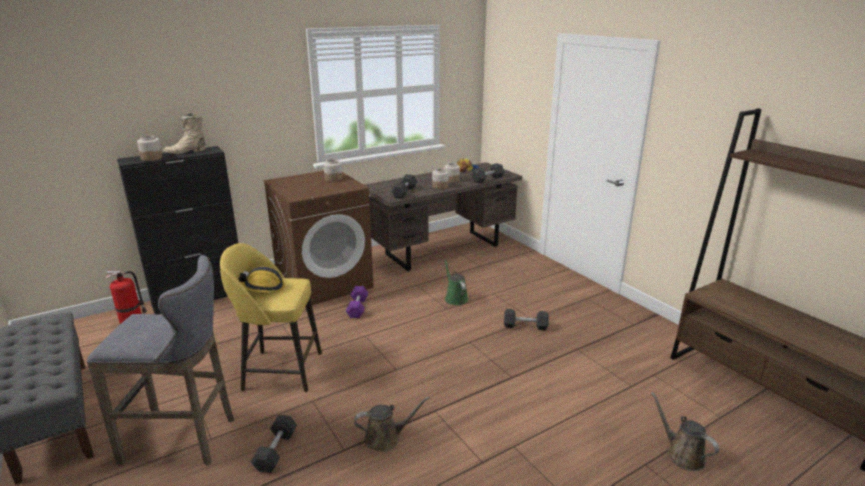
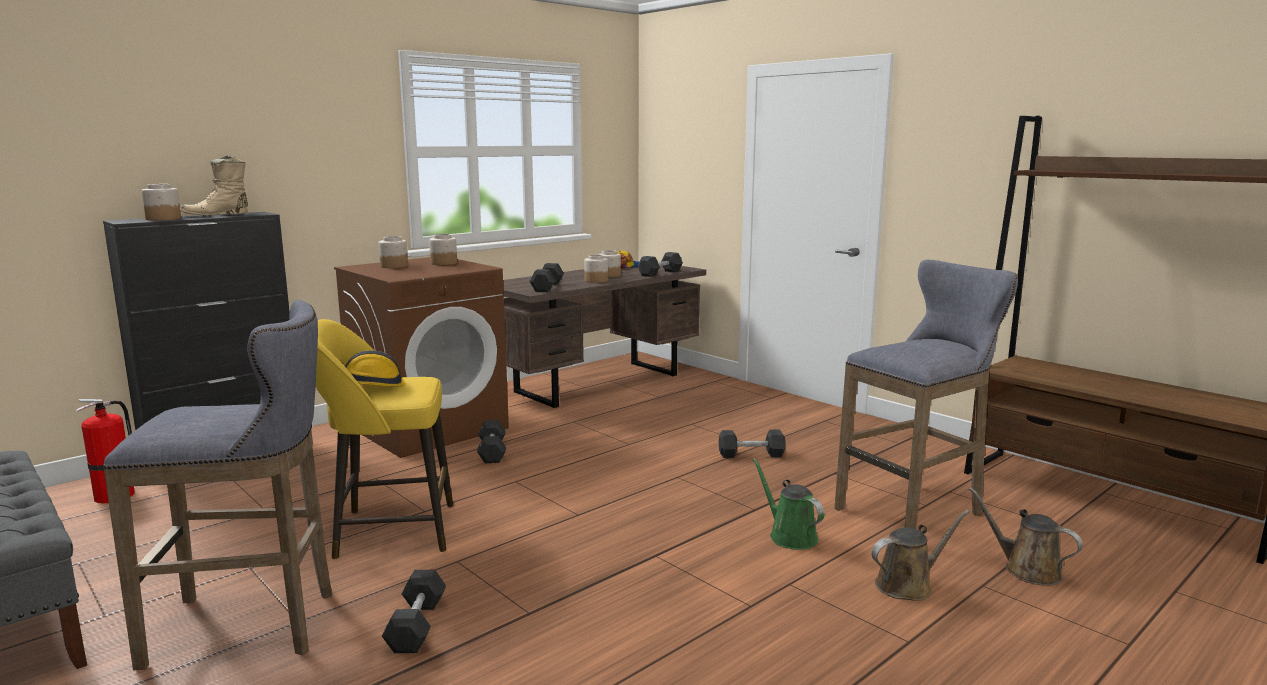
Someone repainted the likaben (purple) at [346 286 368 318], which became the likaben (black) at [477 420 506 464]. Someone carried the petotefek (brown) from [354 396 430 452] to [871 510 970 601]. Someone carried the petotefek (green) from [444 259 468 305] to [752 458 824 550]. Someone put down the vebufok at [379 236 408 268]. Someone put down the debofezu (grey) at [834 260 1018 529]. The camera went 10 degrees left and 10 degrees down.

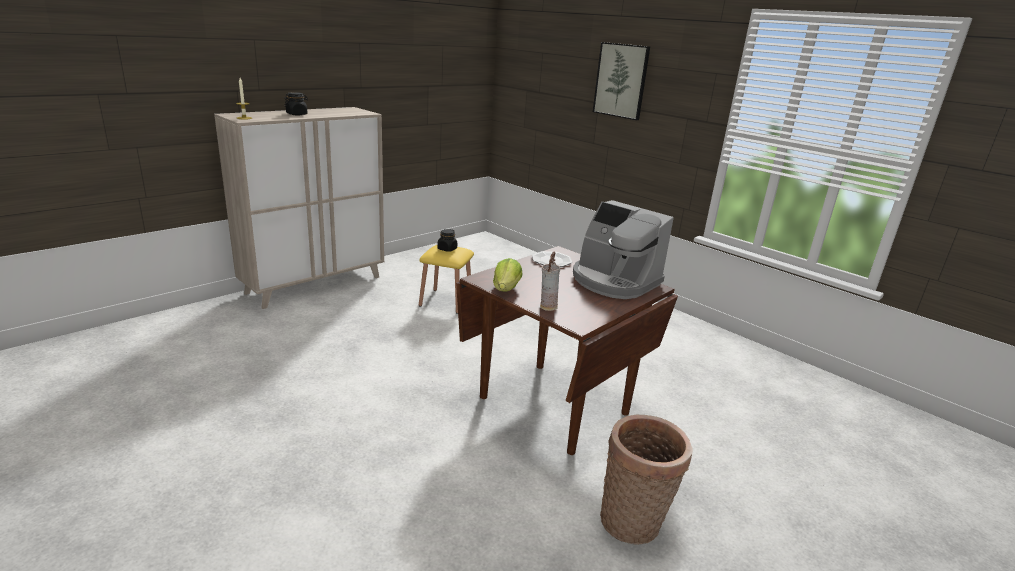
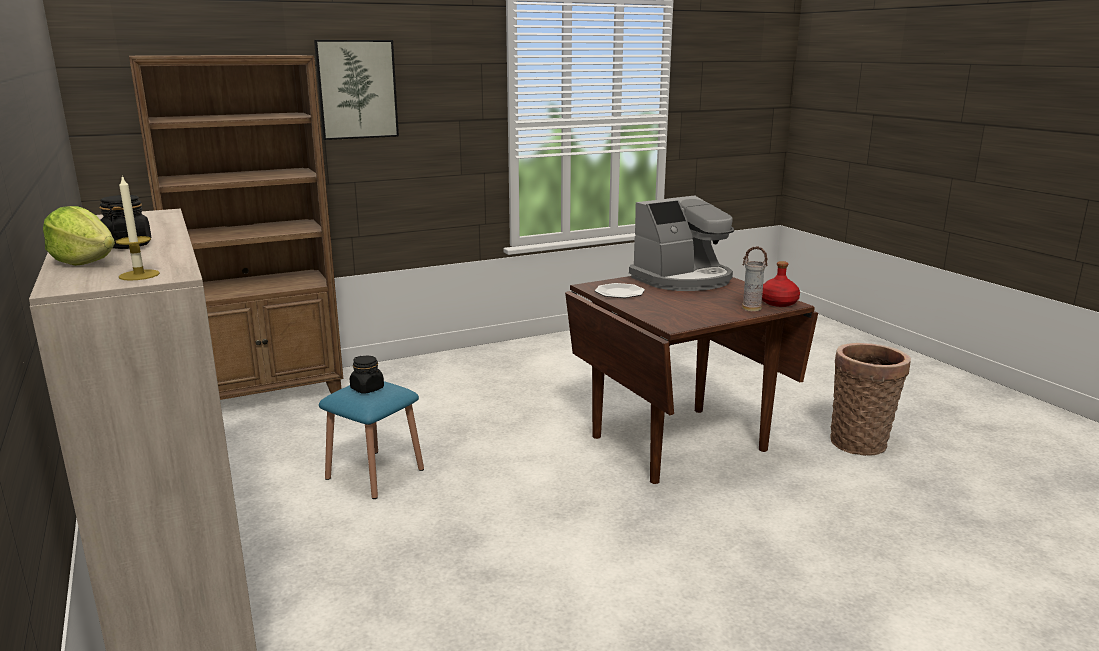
Someone repainted the debofezu (yellow) at [419 245 474 314], which became the debofezu (blue) at [319 381 424 499]. Someone carried the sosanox from [493 258 522 291] to [43 206 115 266]. Someone put down the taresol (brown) at [129 55 343 400]. Someone put down the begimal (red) at [762 261 800 307]. The camera went 70 degrees left and 5 degrees down.

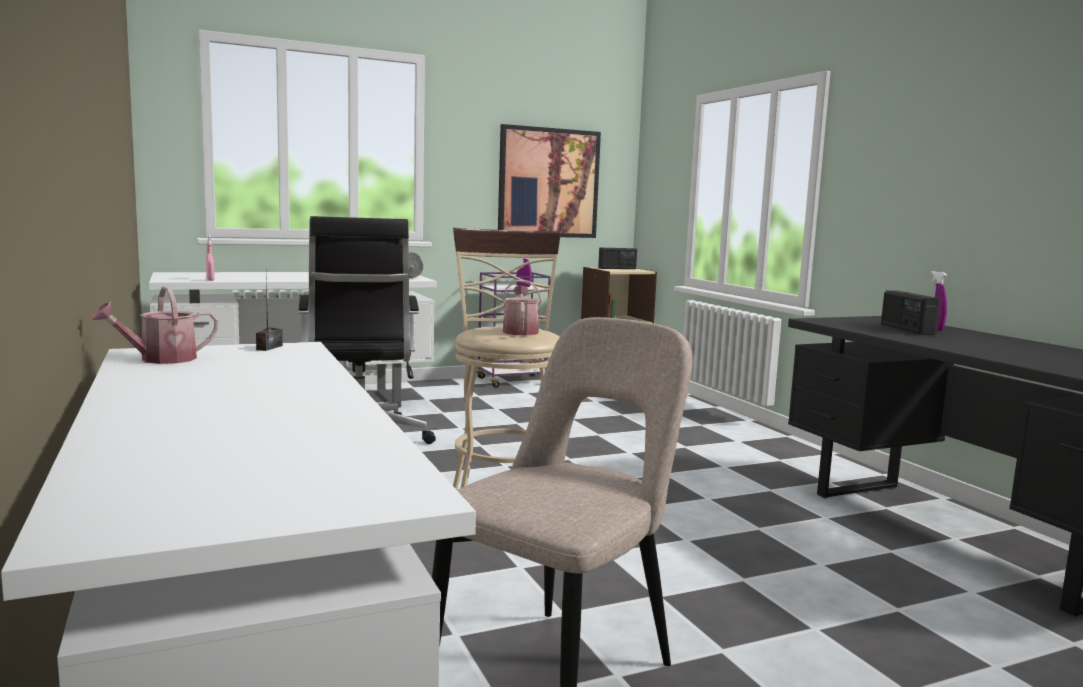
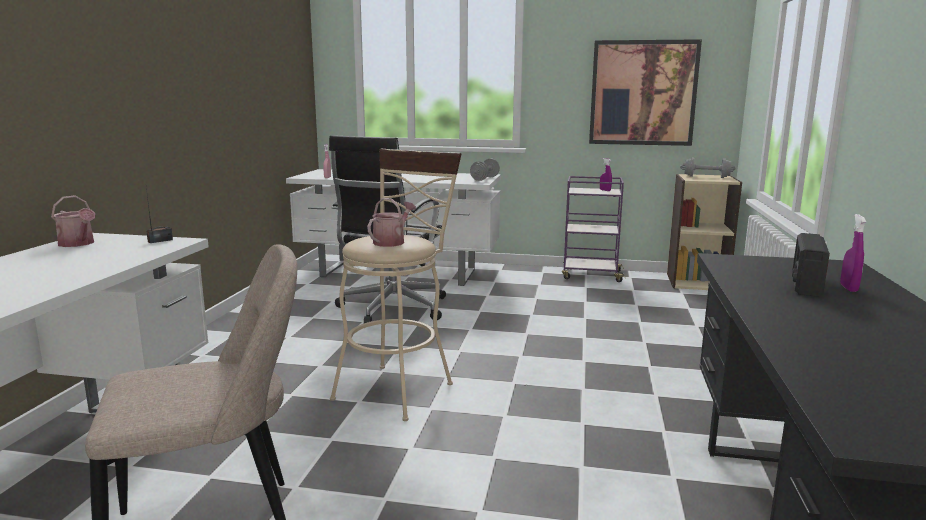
Someone rotated the petotefek at [91 286 218 364] by 135 degrees counterclockwise. Someone swapped the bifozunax at [598 248 637 269] for the likaben (grey) at [680 157 735 178]. The camera went 35 degrees right and 5 degrees up.

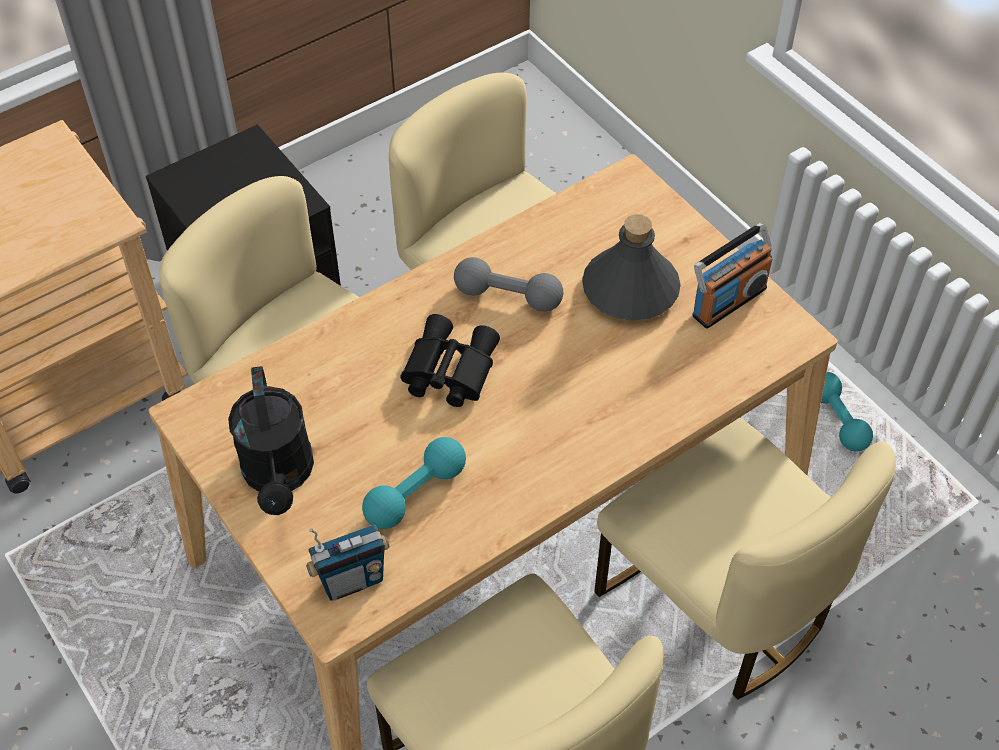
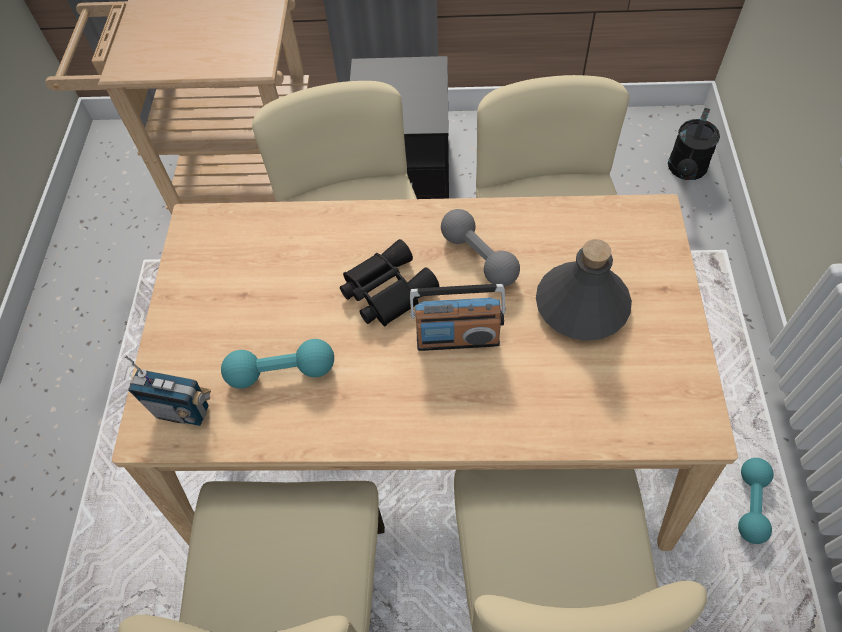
Someone carried the petotefek (black) from [228 366 314 515] to [668 108 720 180]. Someone carried the bifozunax from [692 223 772 329] to [410 284 506 351]. The camera went 40 degrees right and 5 degrees up.

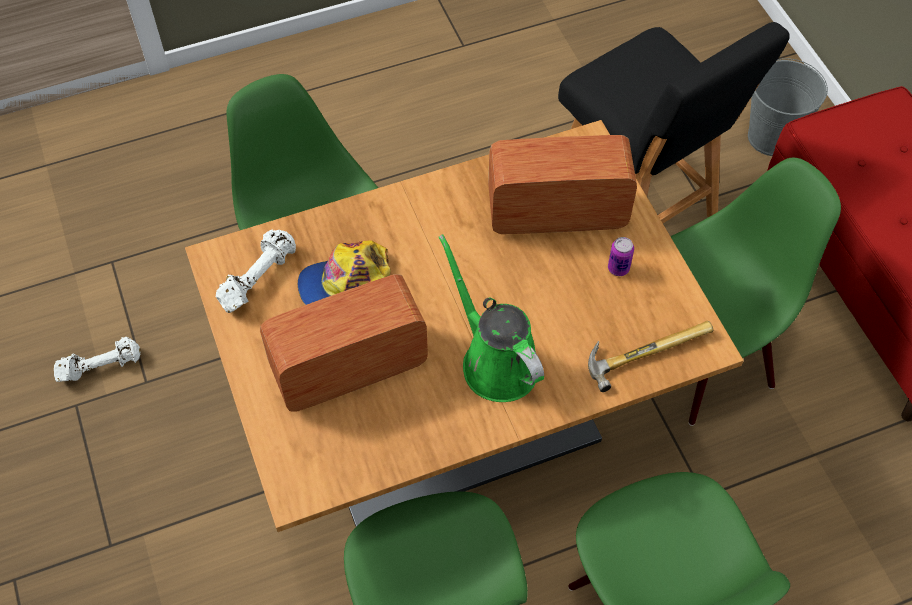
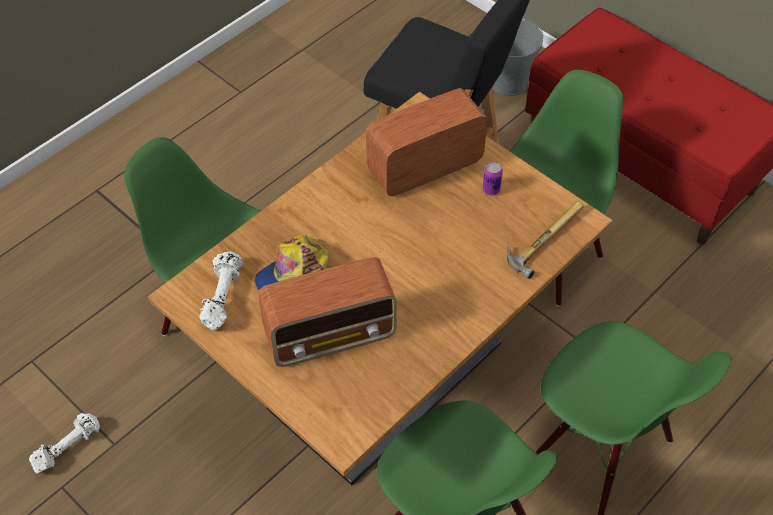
Someone rotated the bifozunax at [260 274 428 412] by 150 degrees counterclockwise. Someone took away the petotefek (green) at [439 234 544 402]. The camera went 25 degrees left and 5 degrees down.

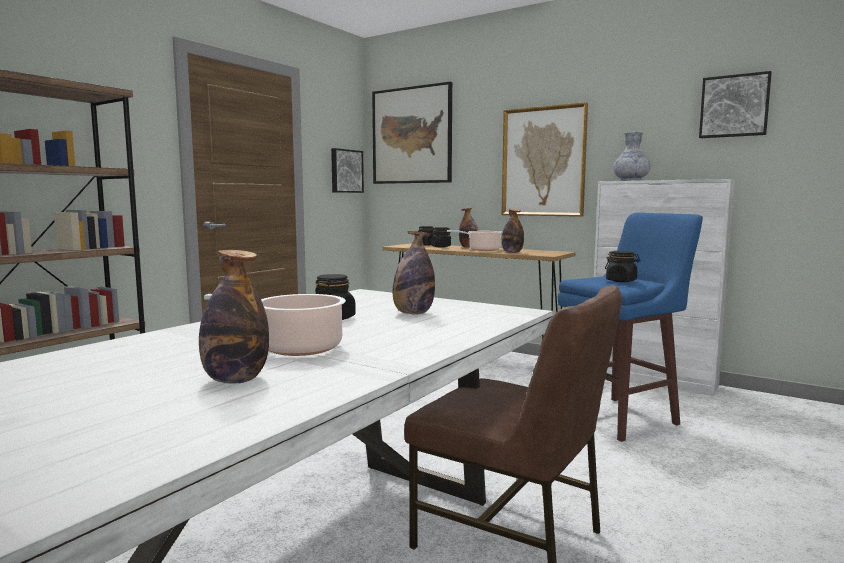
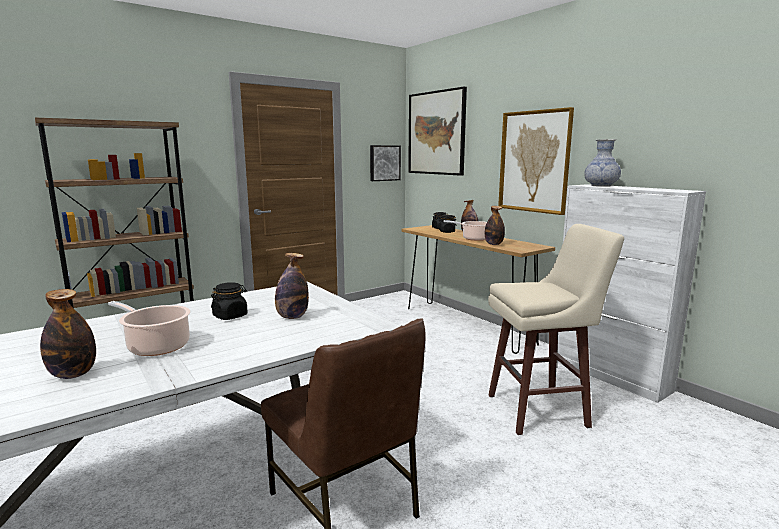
Someone repainted the debofezu (blue) at [558 213 703 442], which became the debofezu (beige) at [488 224 624 435]. Someone took away the vebufok (black) at [605 251 641 282]. Someone took away the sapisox at [699 71 772 138]. The camera went 20 degrees right and 5 degrees up.

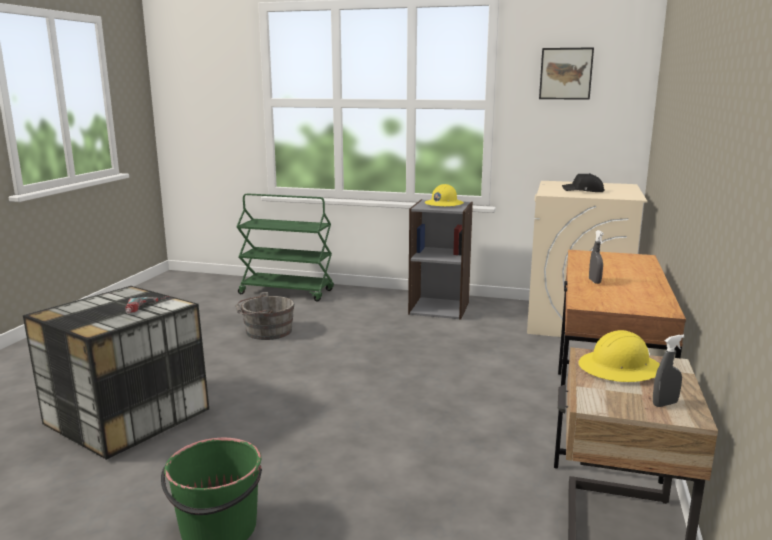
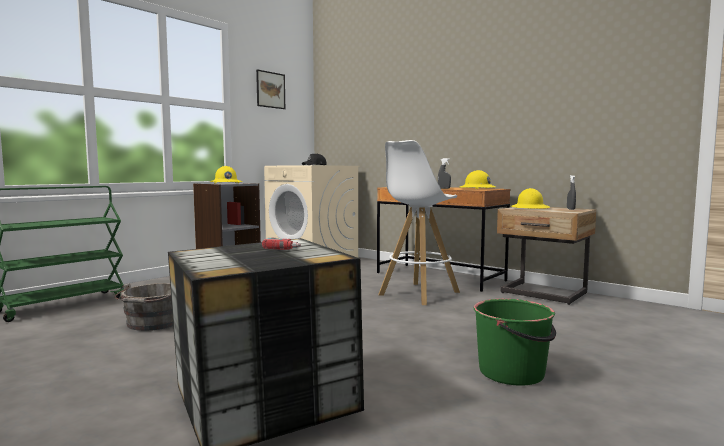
Someone put down the debofezu (white) at [378 140 460 305]. Someone put down the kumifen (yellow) at [460 170 496 189]. The camera went 65 degrees left and 10 degrees down.

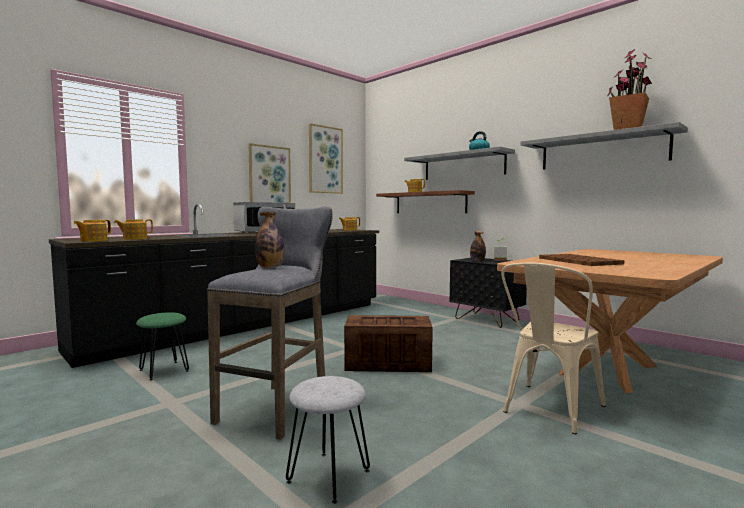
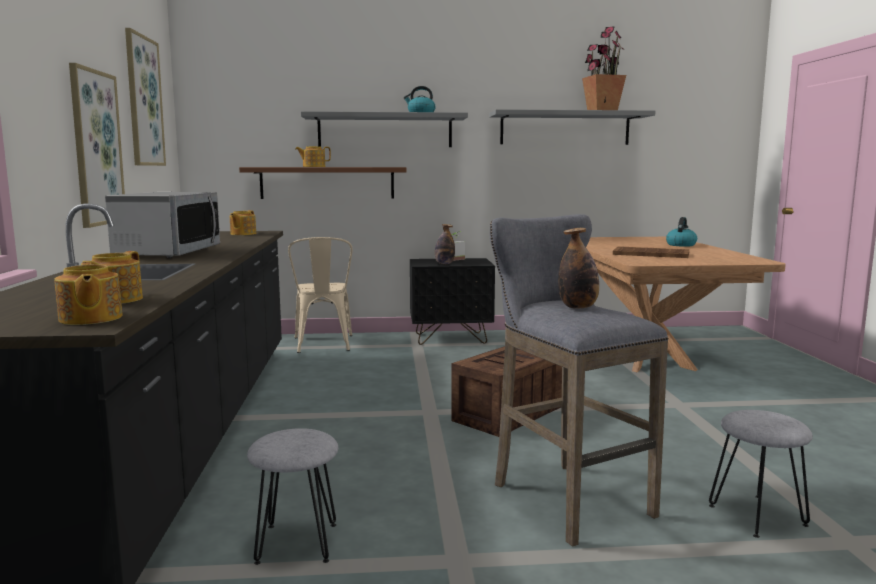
Someone repainted the debofezu (green) at [136 312 189 380], which became the debofezu (grey) at [247 428 338 565]. Someone carried the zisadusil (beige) from [501 263 606 434] to [288 237 352 353]. Someone put down the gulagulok at [666 217 697 247]. The camera went 50 degrees left and 5 degrees up.

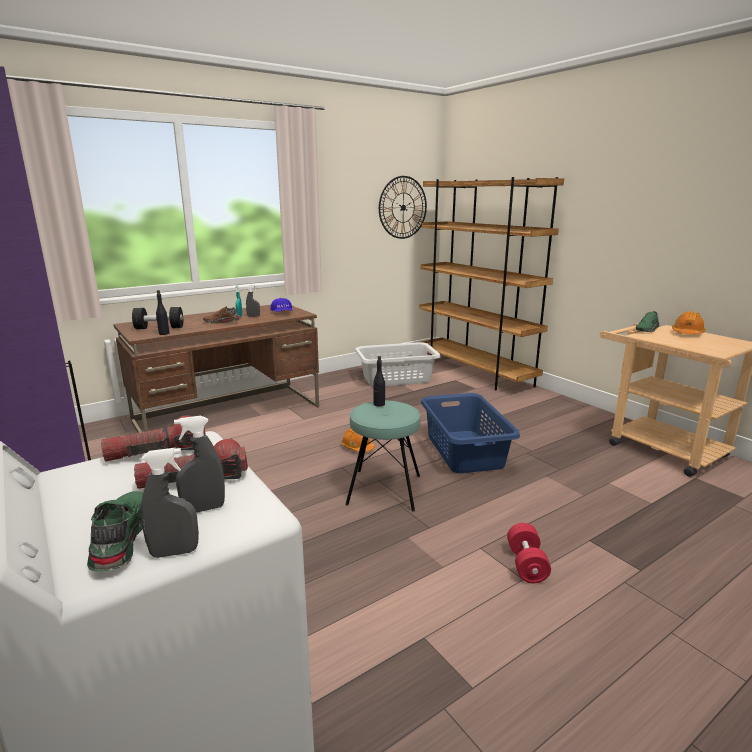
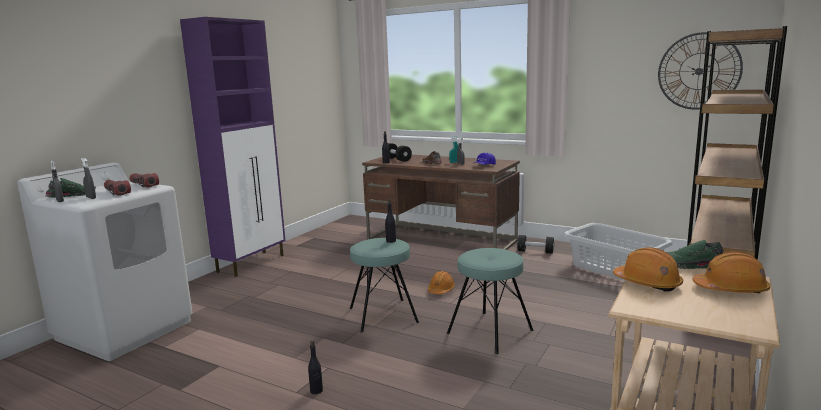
Someone swapped the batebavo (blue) at [421 393 520 473] for the debofezu (turquoise) at [447 248 534 354]. Someone swapped the likaben (red) at [507 523 551 583] for the begimal (black) at [308 340 323 394]. Someone put down the likaben (black) at [518 235 554 254]. Someone put down the kumifen (orange) at [613 247 683 292]. The camera went 65 degrees right and 5 degrees down.

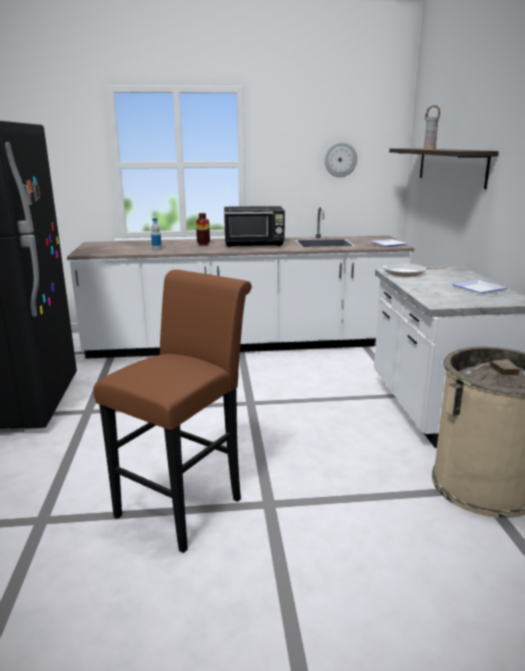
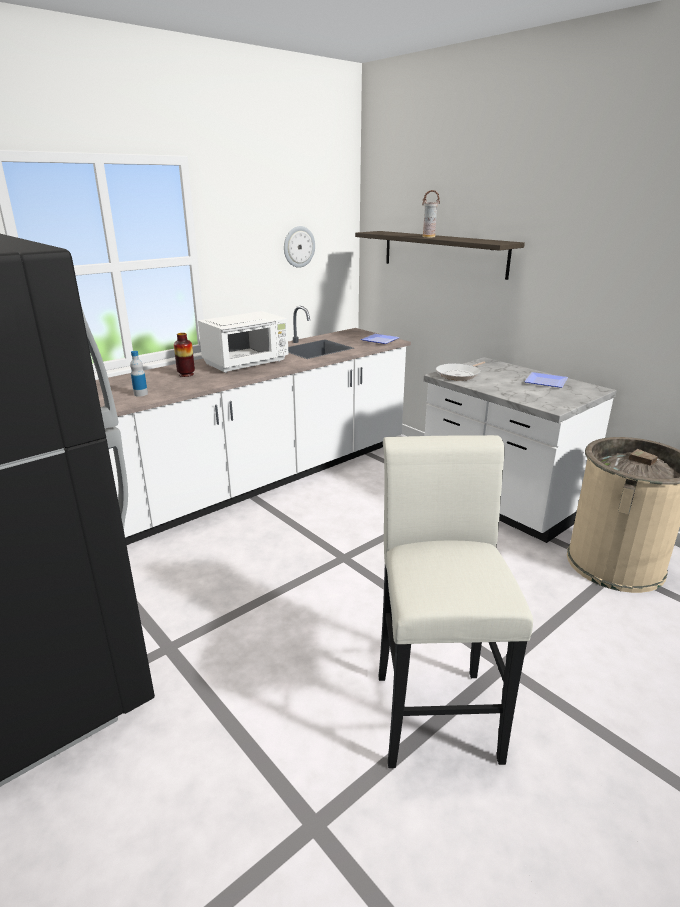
Someone repainted the debofezu (brown) at [93 270 252 553], which became the debofezu (white) at [378 435 533 768]. Someone repainted the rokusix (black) at [224 206 285 247], which became the rokusix (white) at [198 311 288 373]. The camera went 35 degrees left and 5 degrees up.

